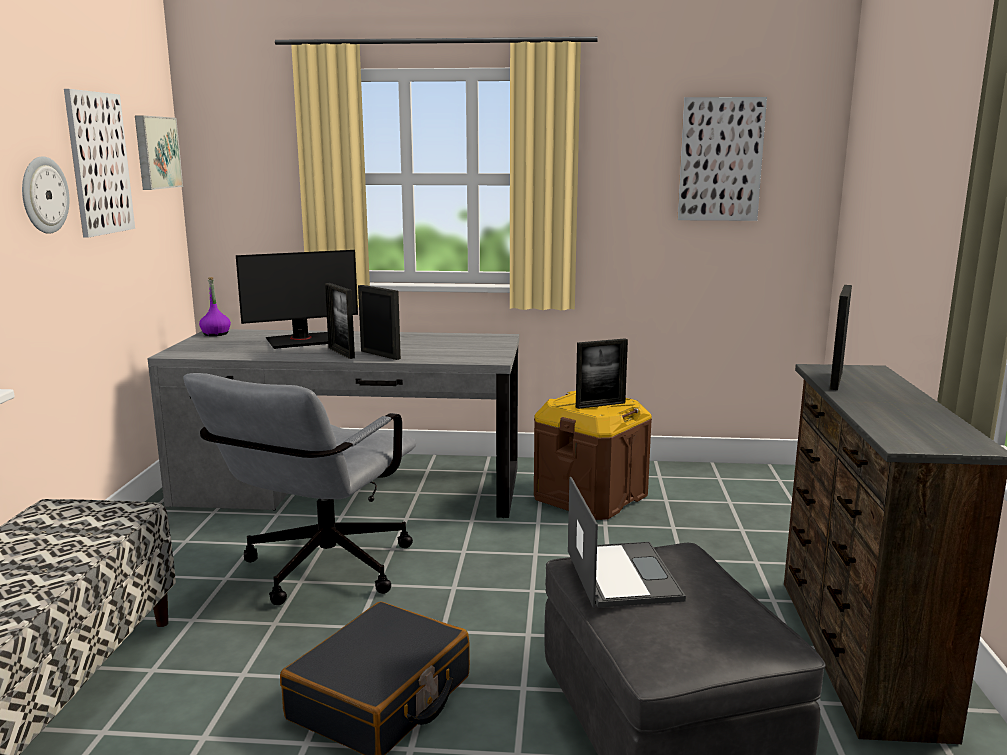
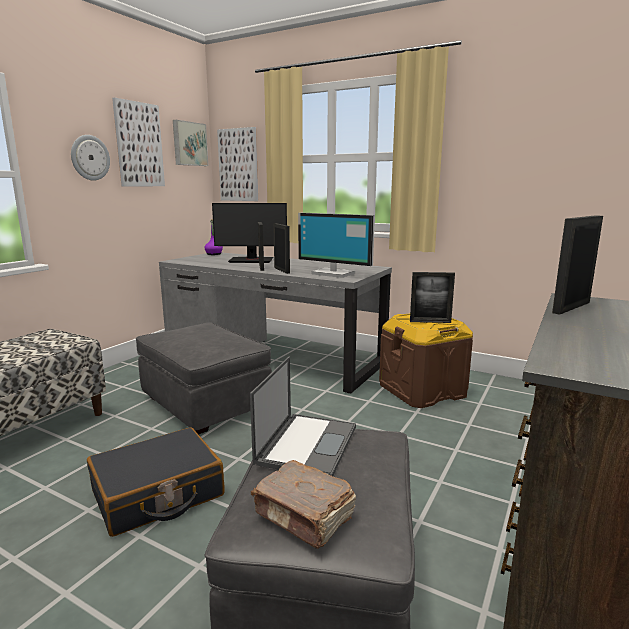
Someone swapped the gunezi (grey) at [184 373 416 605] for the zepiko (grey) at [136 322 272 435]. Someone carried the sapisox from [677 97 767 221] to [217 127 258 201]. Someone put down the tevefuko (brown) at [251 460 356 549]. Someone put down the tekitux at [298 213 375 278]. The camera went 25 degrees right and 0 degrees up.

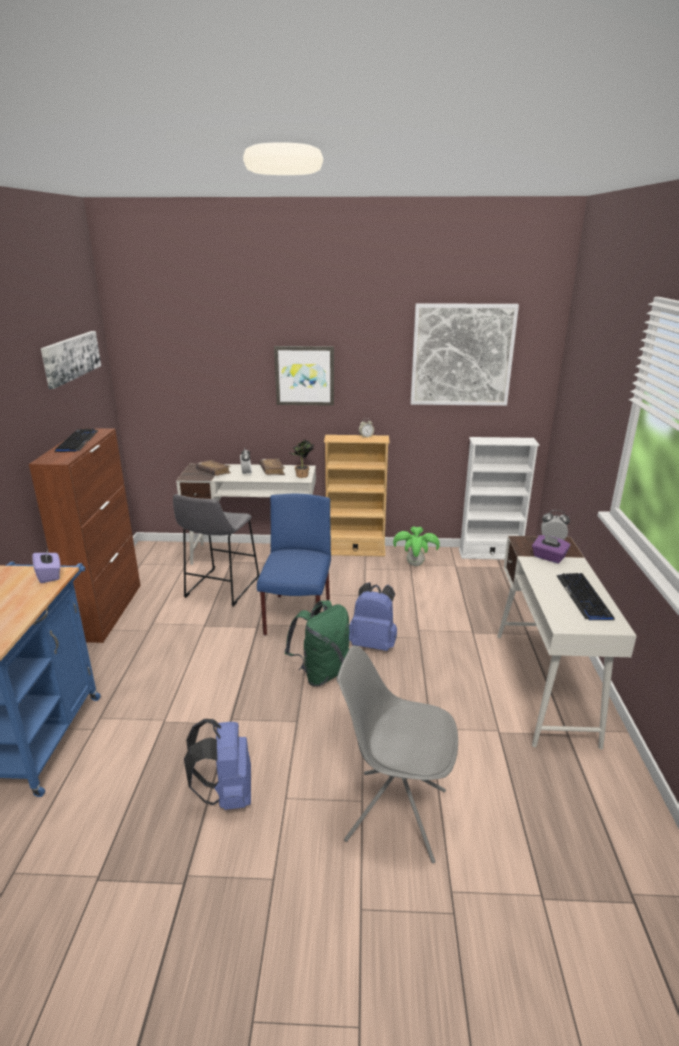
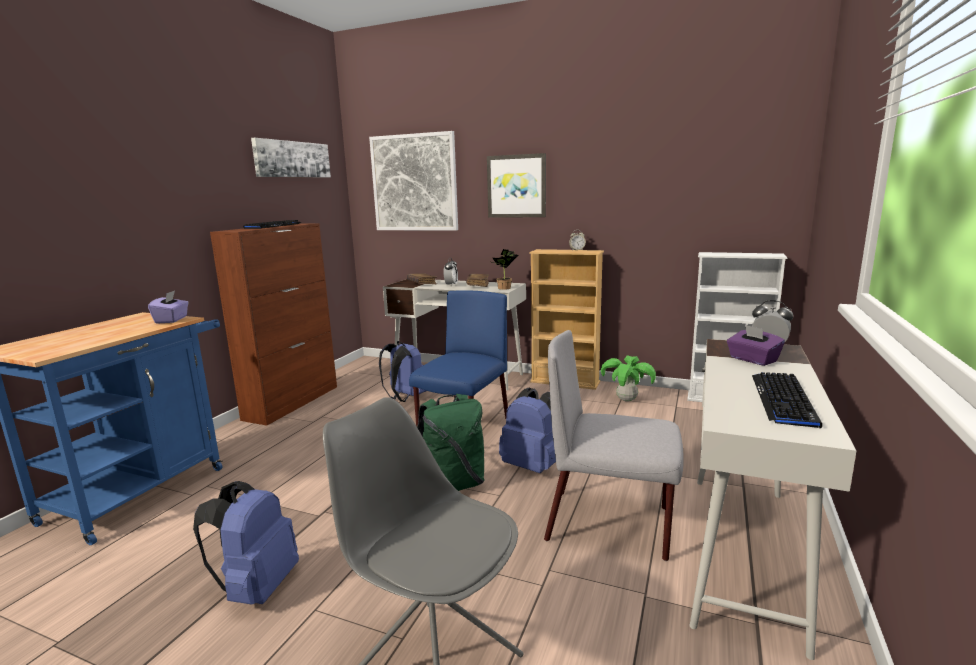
Someone swapped the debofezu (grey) at [173 494 260 607] for the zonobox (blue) at [379 341 426 402]. Someone carried the sapisox from [411 303 519 406] to [369 131 458 231]. Someone put down the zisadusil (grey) at [544 330 683 561]. The camera went 20 degrees right and 10 degrees down.

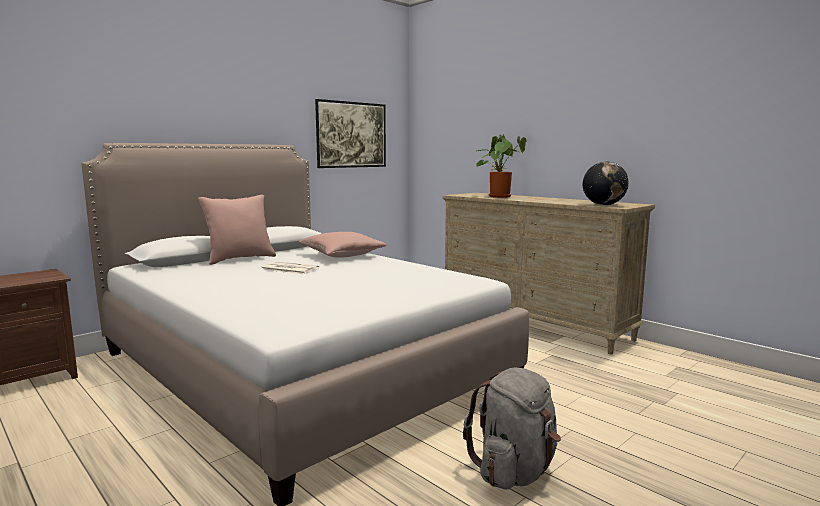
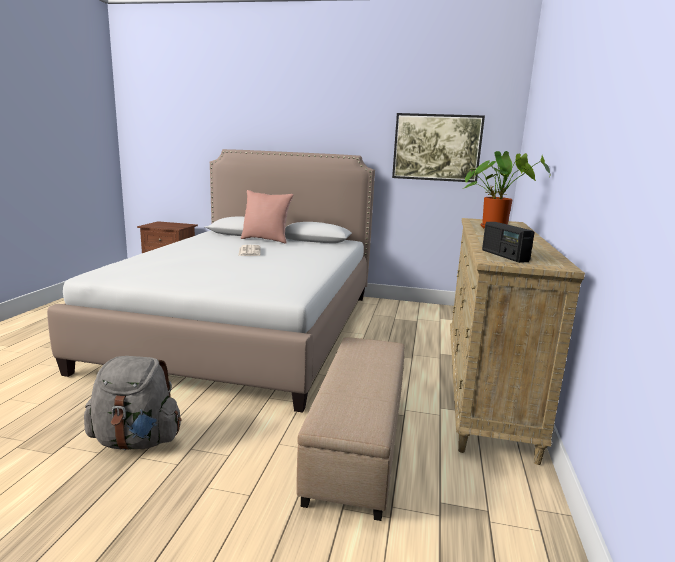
Someone took away the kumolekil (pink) at [299 232 387 258]. Someone swapped the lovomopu at [583 162 629 205] for the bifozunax at [482 222 534 263]. Someone put down the zepiko (beige) at [296 337 404 521]. The camera went 55 degrees right and 5 degrees up.

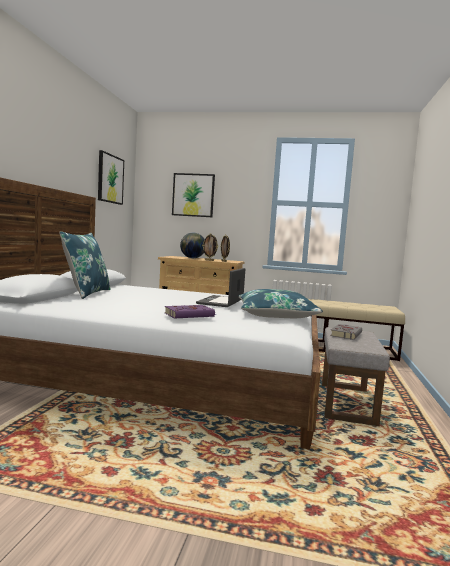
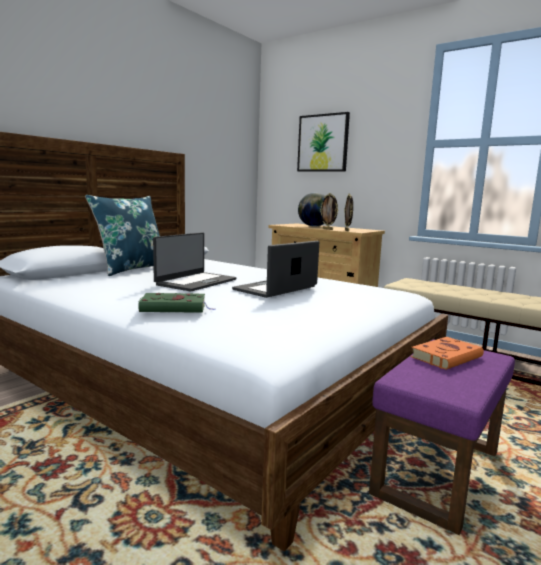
Someone took away the sapisox at [98 150 124 205]. Someone repainted the tevefuko (purple) at [165 305 216 318], which became the tevefuko (green) at [138 293 215 313]. Someone took away the kumolekil (blue) at [238 289 323 318]. Someone repainted the zepiko (grey) at [322 327 390 426], which became the zepiko (purple) at [369 340 515 535]. Someone repainted the tevefuko (grey) at [330 324 362 340], which became the tevefuko (orange) at [411 337 484 370]. Someone put down the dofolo at [153 232 237 292]. The camera went 25 degrees right and 5 degrees up.

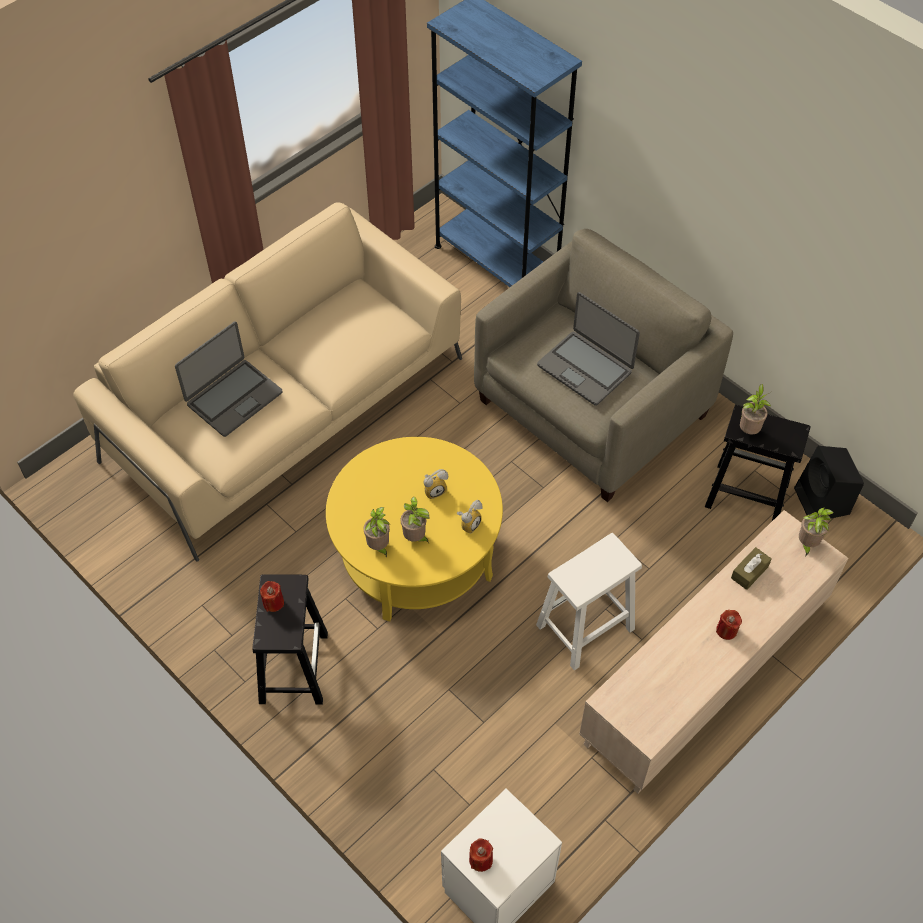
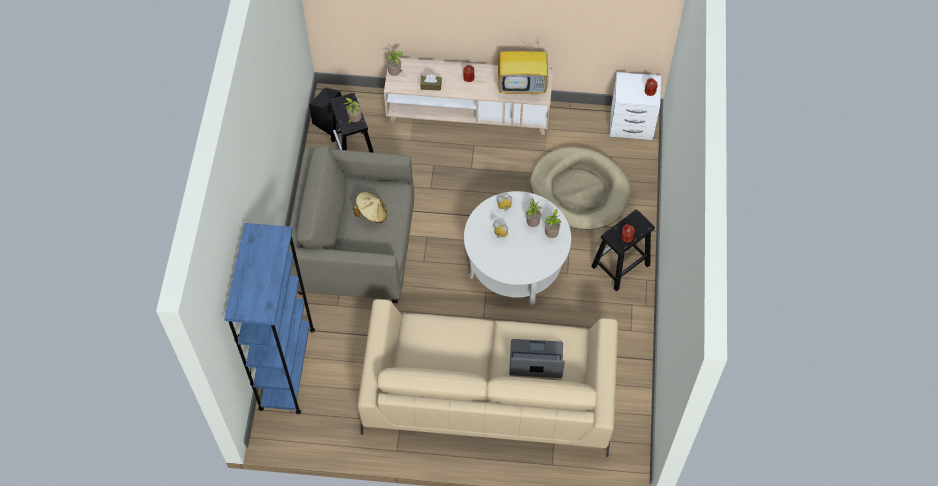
Someone repainted the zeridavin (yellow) at [326 437 503 622], which became the zeridavin (white) at [464 191 571 305]. Someone took away the debofezu (white) at [536 533 642 670]. Someone swapped the dofolo at [537 292 640 406] for the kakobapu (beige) at [353 192 387 223]. Someone put down the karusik at [498 35 548 94]. Someone put down the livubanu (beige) at [530 147 631 230]. The camera went 130 degrees left and 5 degrees up.

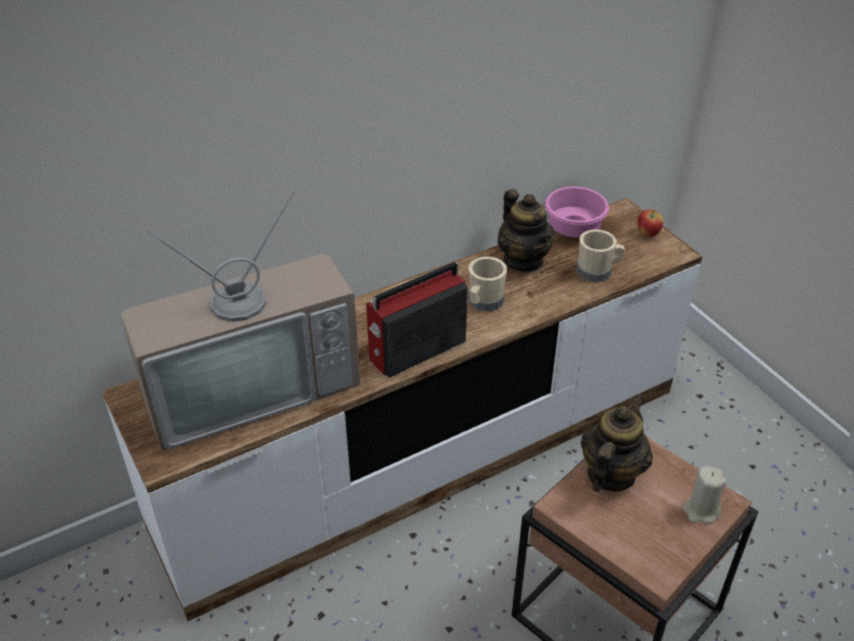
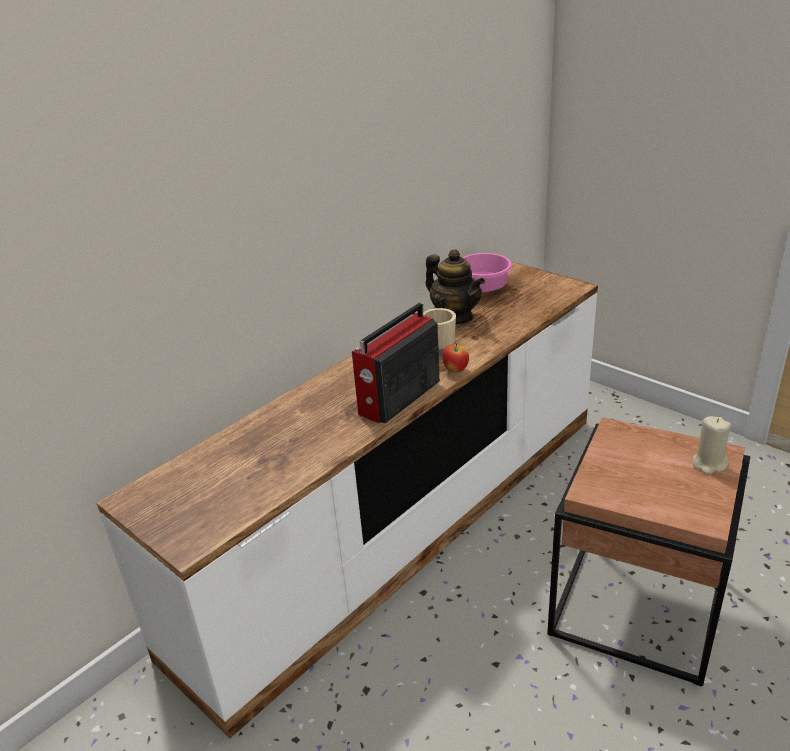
Someone took away the karusik at [120 191 360 450]. Someone took away the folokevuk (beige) at [576 229 625 282]. Someone took away the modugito at [581 395 653 492]. Someone carried the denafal from [637 210 663 237] to [442 343 469 373]. The camera went 15 degrees left and 10 degrees down.

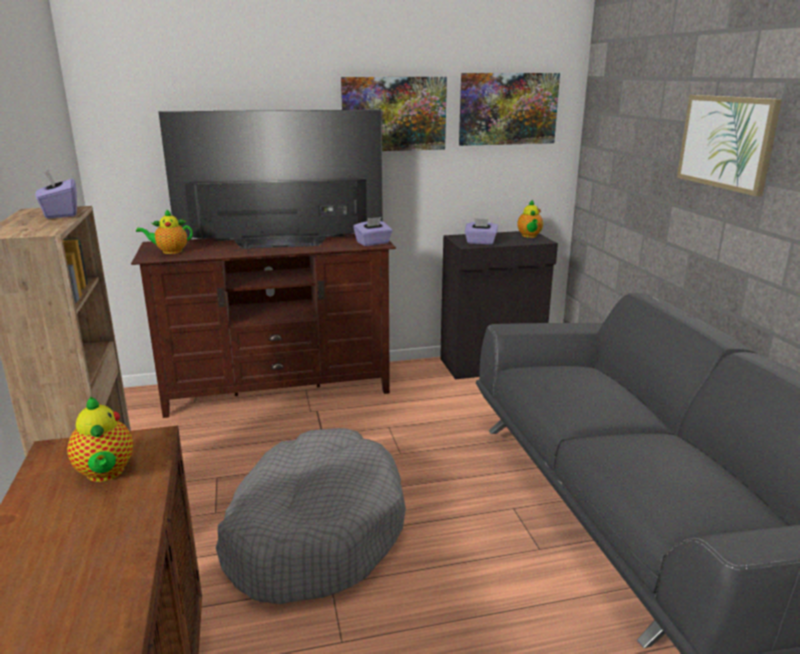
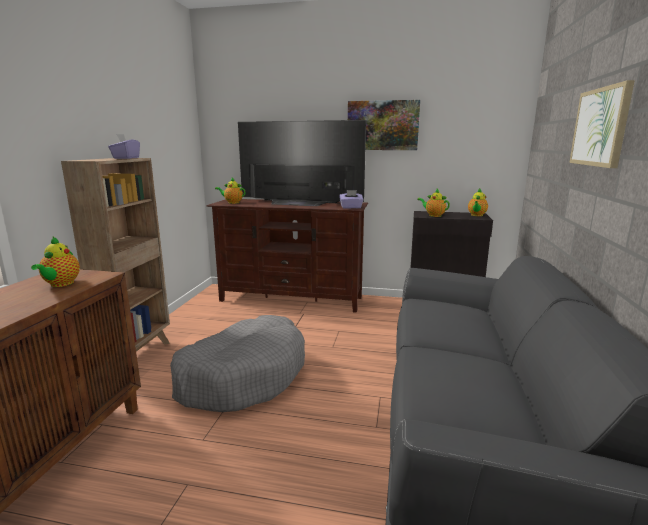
Someone took away the sapisox at [459 73 560 146]. Someone swapped the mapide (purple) at [465 218 498 245] for the modugito at [417 189 450 217]. The camera went 25 degrees right and 5 degrees down.

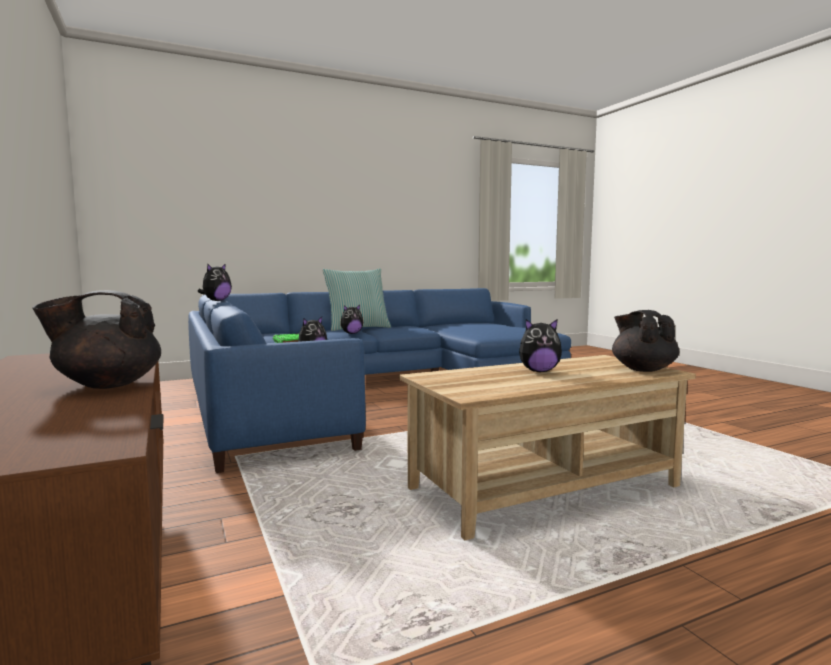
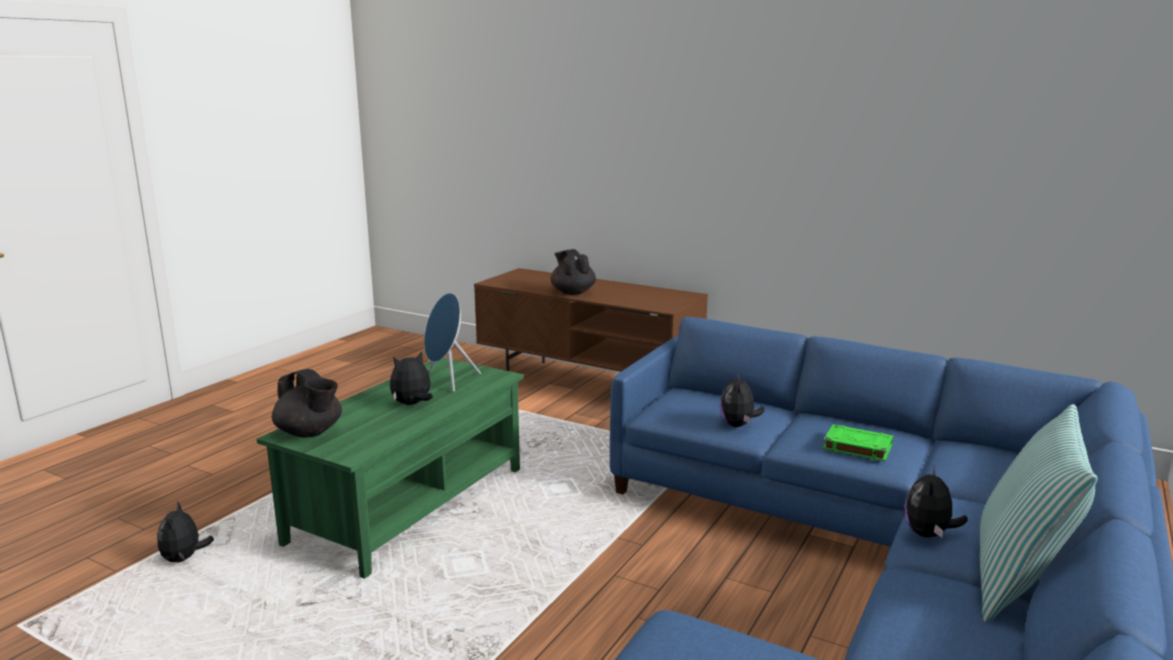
Someone rotated the modugito (black) at [32 290 161 389] by 60 degrees counterclockwise. Someone carried the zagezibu from [198 263 232 301] to [157 502 214 562]. Someone repainted the zeridavin (beige) at [399 355 696 540], which became the zeridavin (green) at [257 358 524 579]. Someone put down the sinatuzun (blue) at [424 293 481 392]. The camera went 145 degrees right and 10 degrees up.

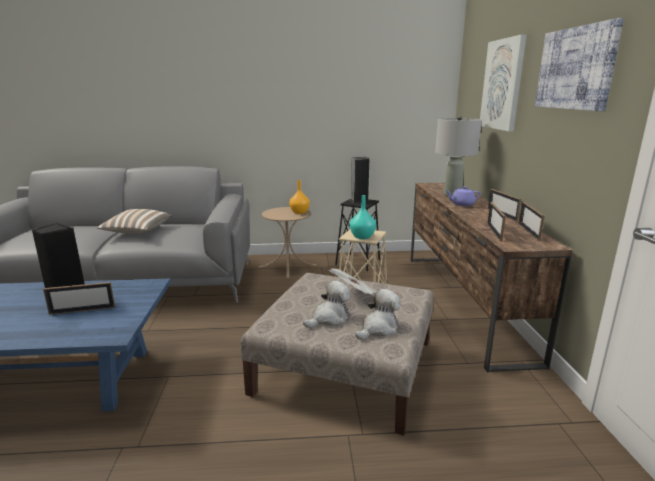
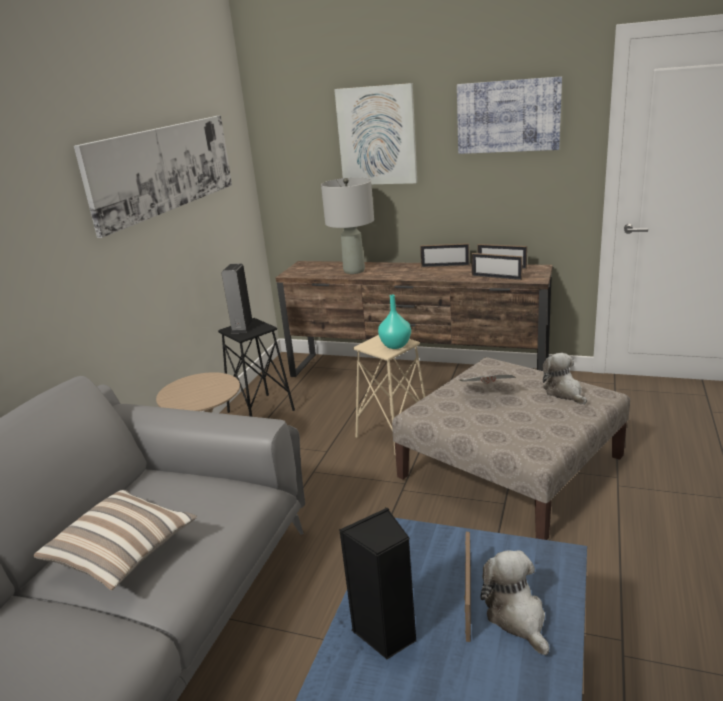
Someone took away the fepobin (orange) at [289 180 310 214]. Someone carried the zagezibu from [303 281 350 328] to [480 551 549 655]. Someone took away the modugito (purple) at [446 186 481 206]. Someone put up the sapisox at [74 116 232 238]. The camera went 65 degrees left and 5 degrees up.

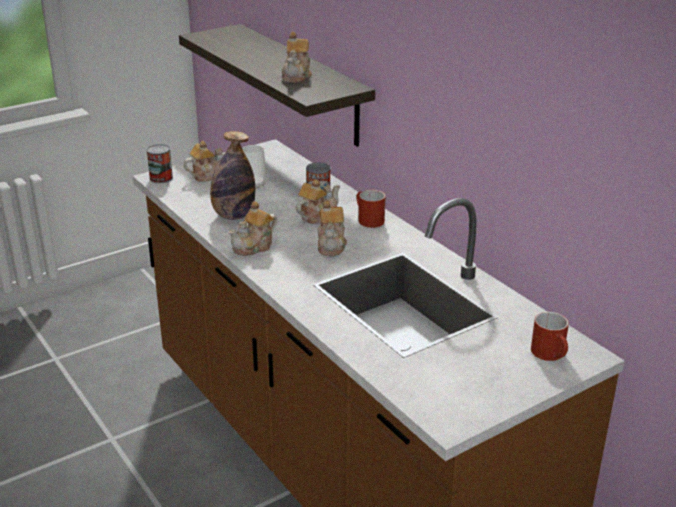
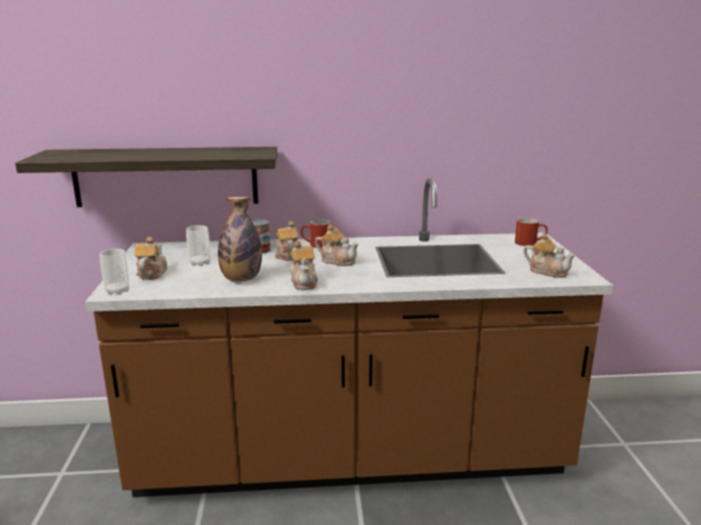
Someone swapped the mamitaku at [146 144 173 183] for the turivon at [100 249 129 295]. Someone carried the modugito from [282 32 312 83] to [523 233 576 278]. The camera went 60 degrees left and 10 degrees down.

